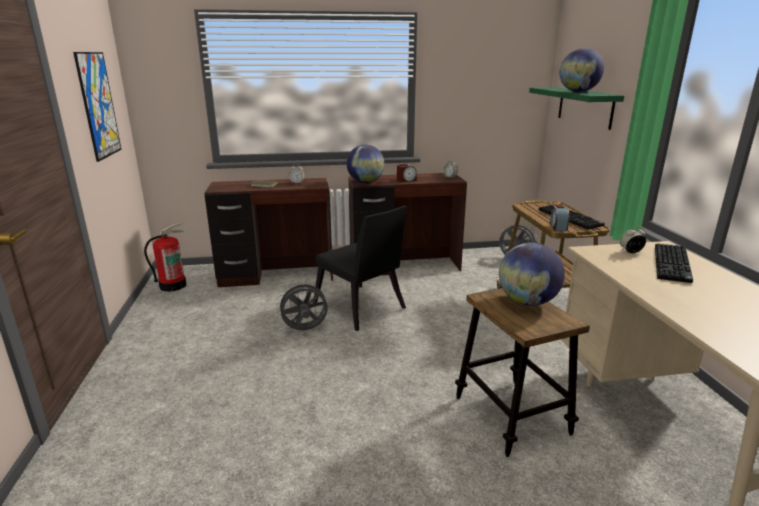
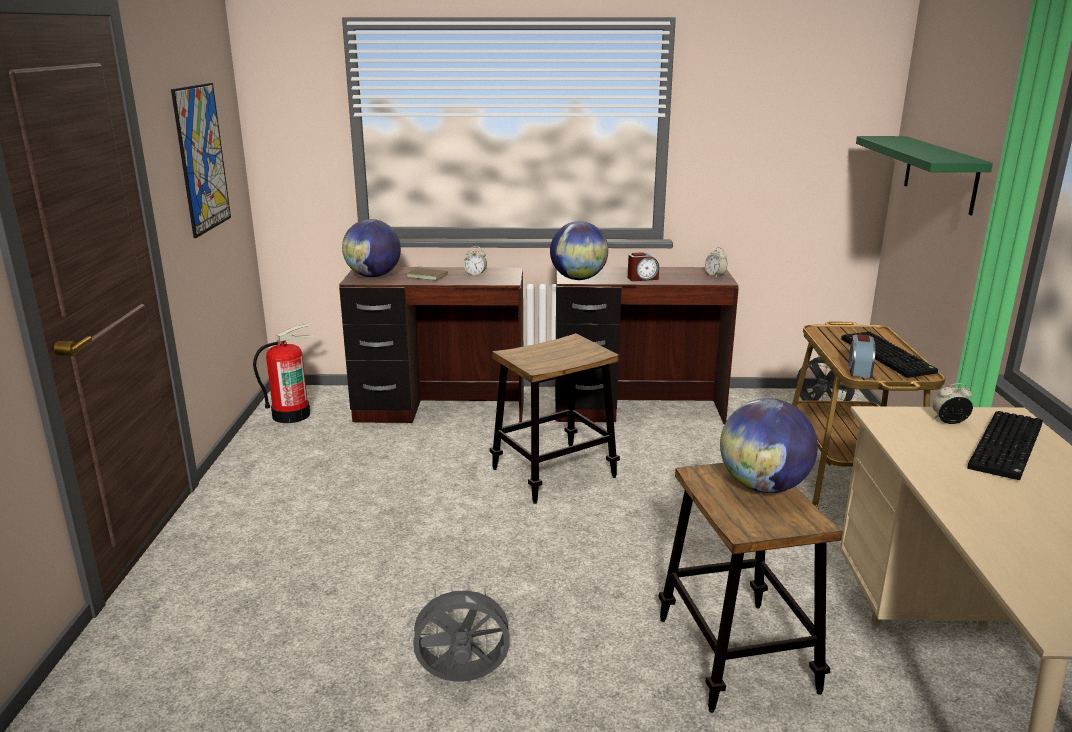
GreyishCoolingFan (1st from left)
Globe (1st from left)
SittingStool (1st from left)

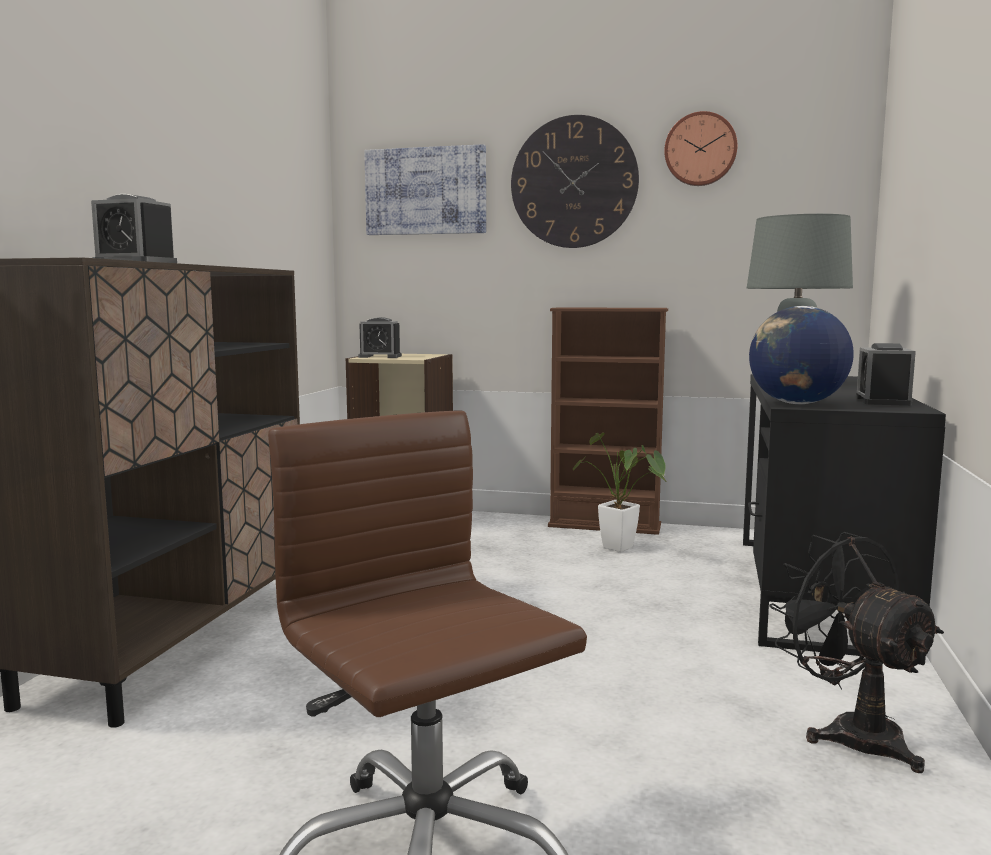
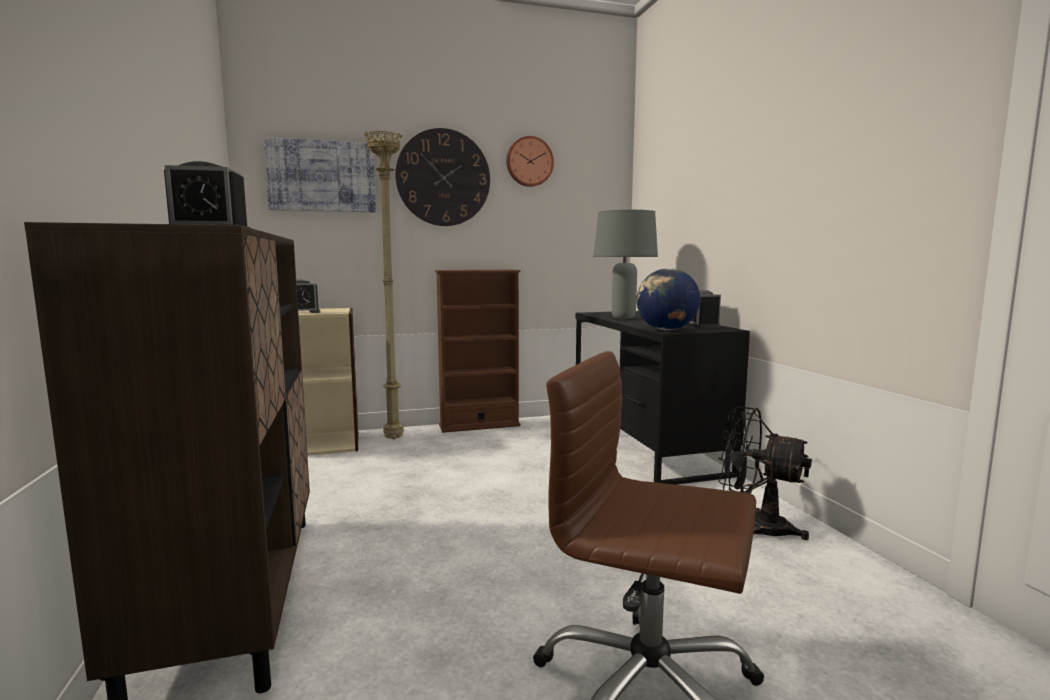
Houseplant
BeigeStandingLamp

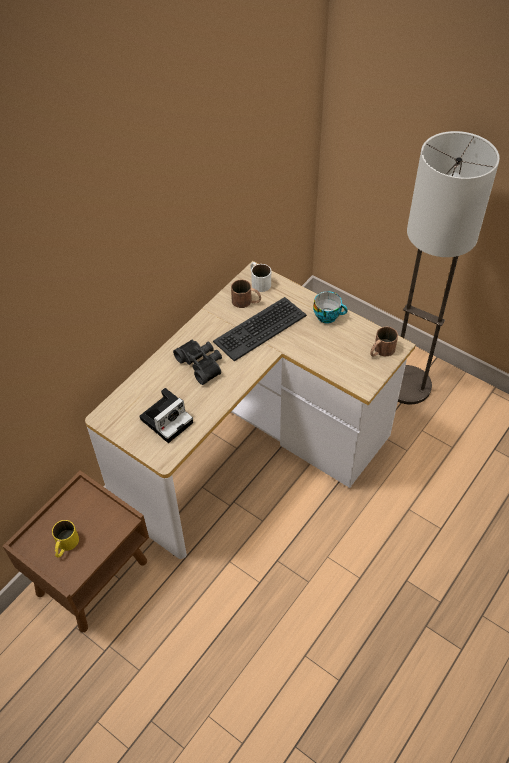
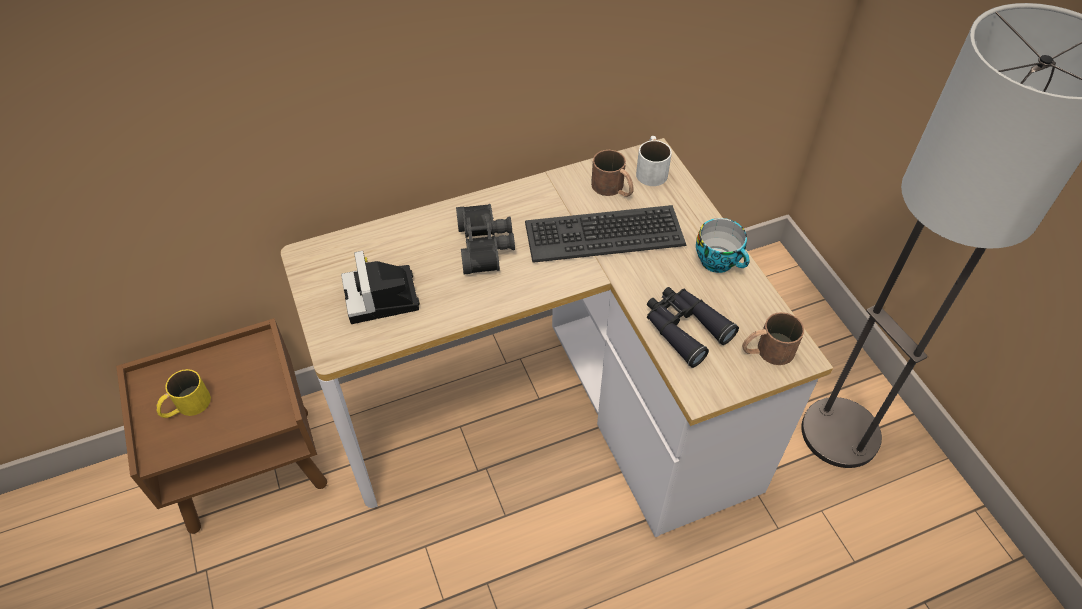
BlackFieldGlasses (2nd from left)
PhotoCamera

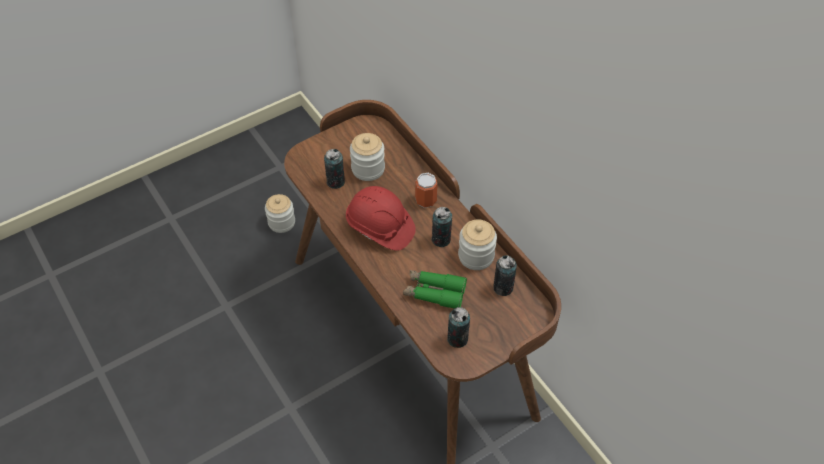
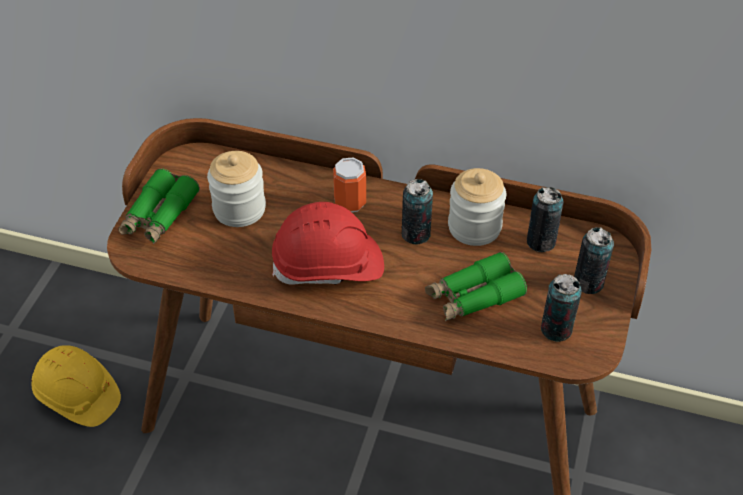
GreenColouredFieldGlasses (1st from left)
SealedCan (5th from left)
YellowishWorkHelmet

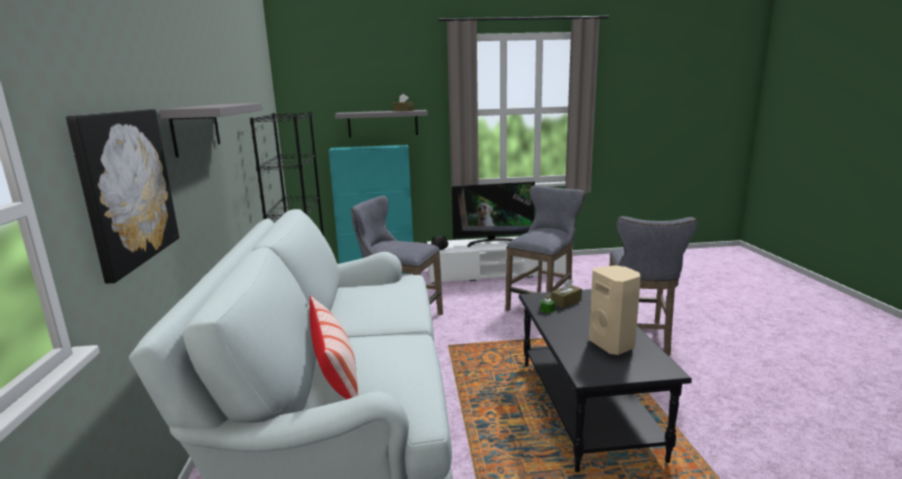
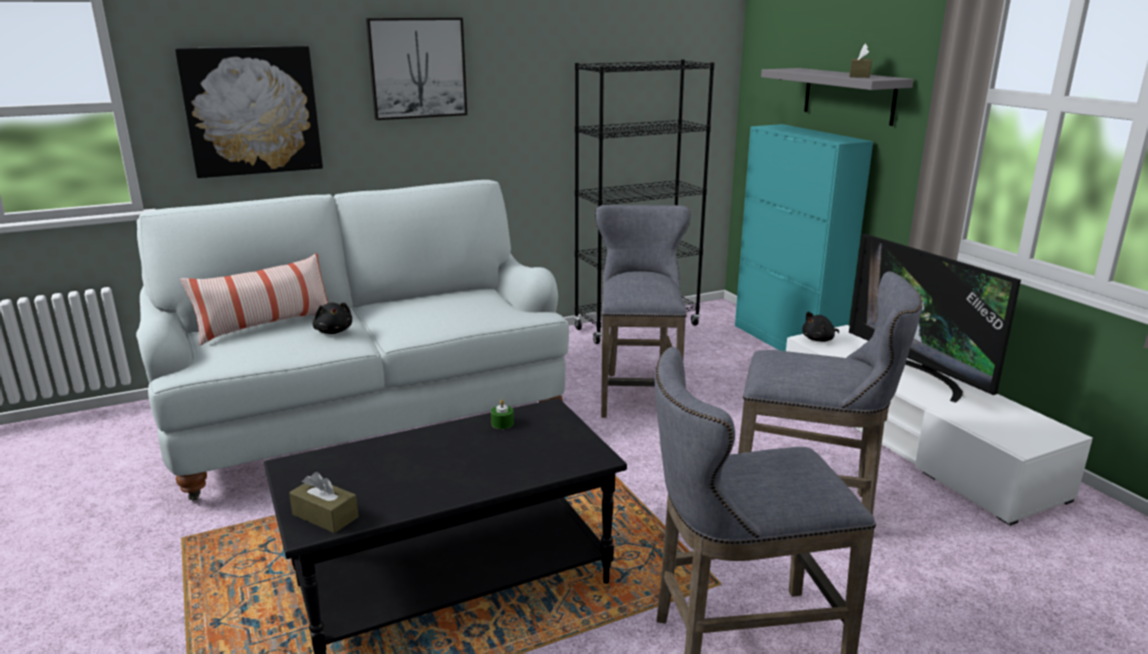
BeigeAudioSpeaker
BlackPlushToy (1st from left)
BrownTissueBox (1st from left)
WallArt (2nd from left)

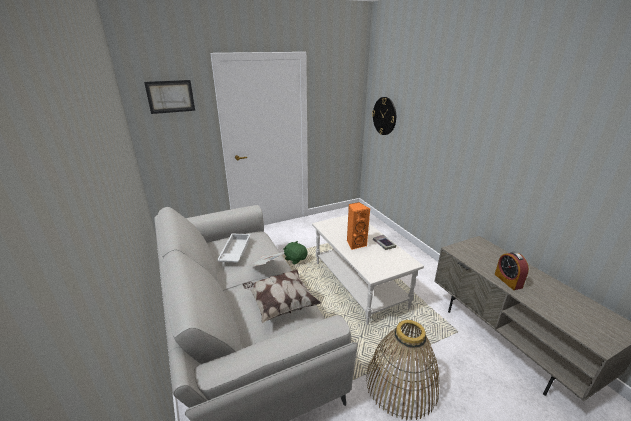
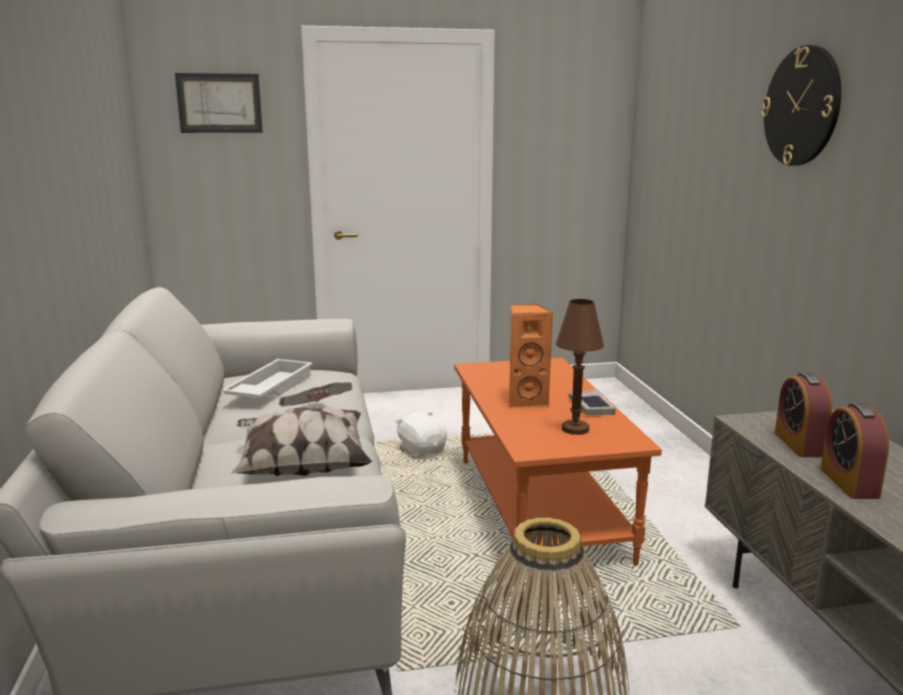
BrownLampForATable
TableClock (1st from left)
ClockOnTheWall
WhitePlushToy
OrangeyLoungeTable

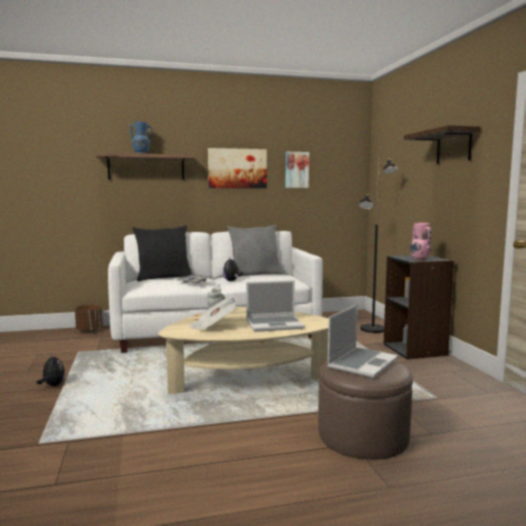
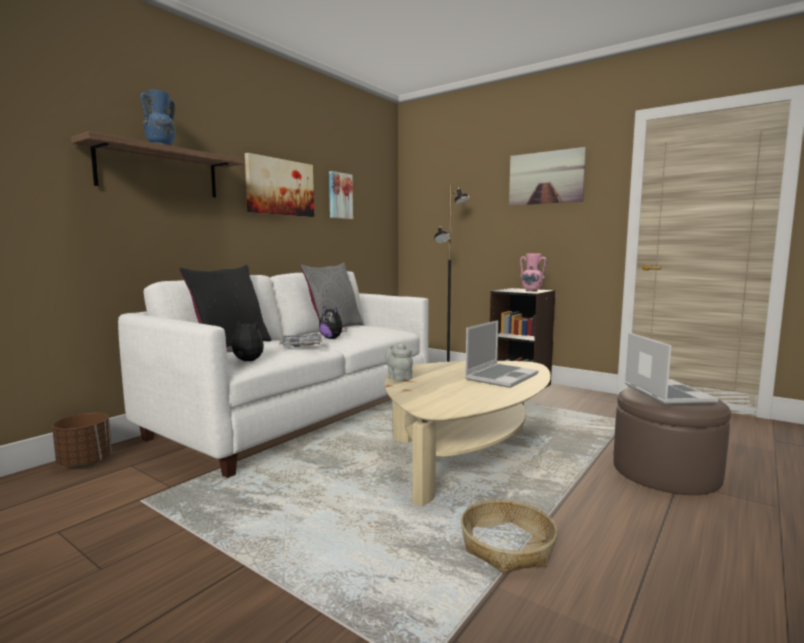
PrintedPaper
Basket
PlushToy (1st from left)
WallArt (3rd from left)

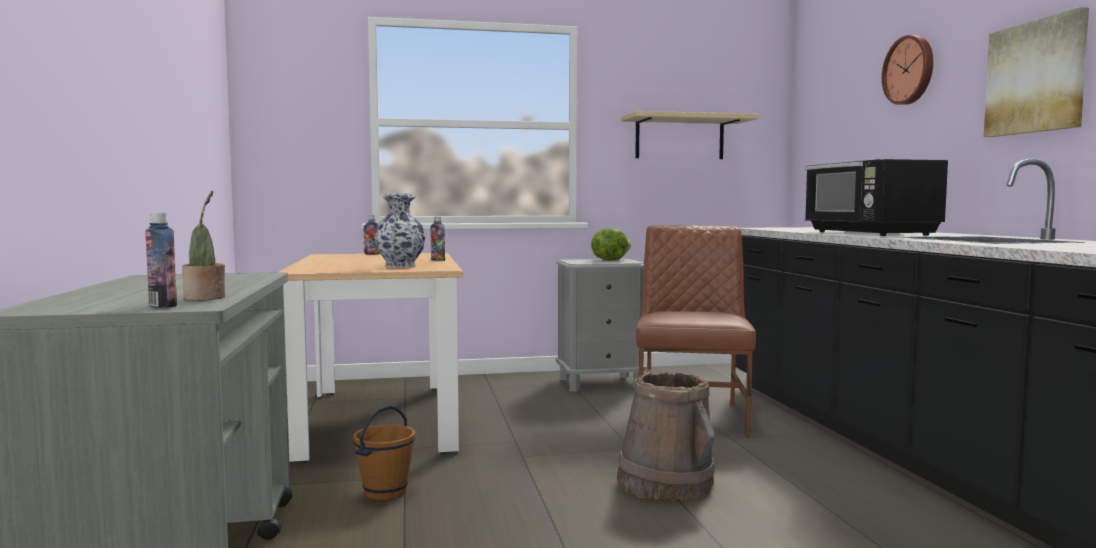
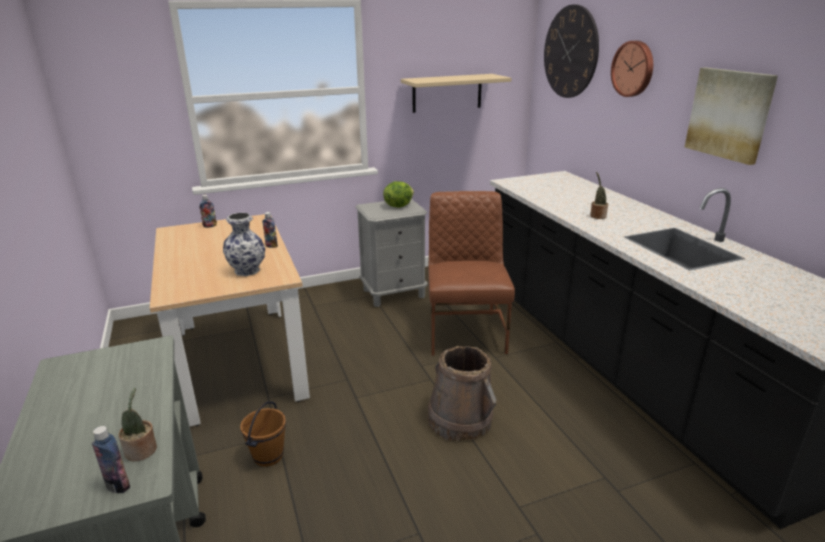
ClockOnTheWall (1st from left)
Houseplant (2nd from left)

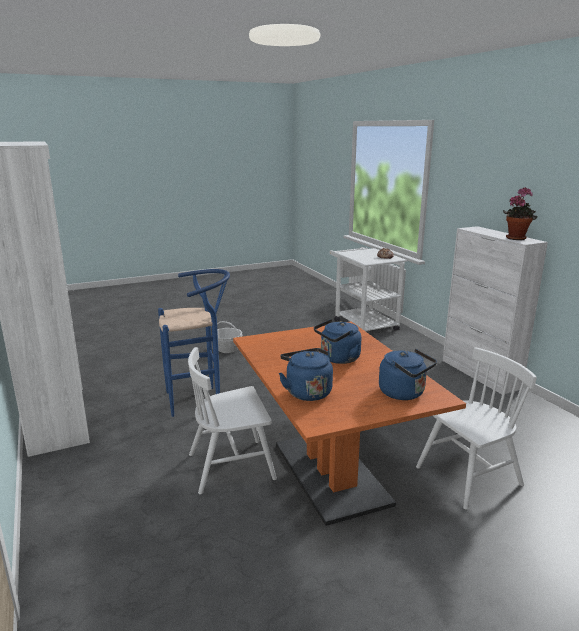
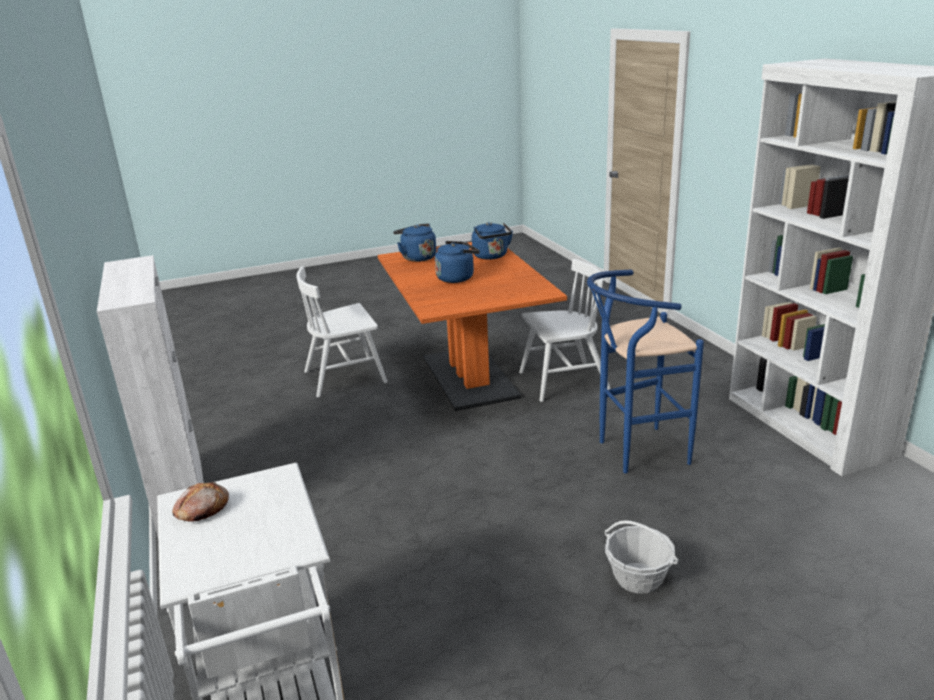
Houseplant

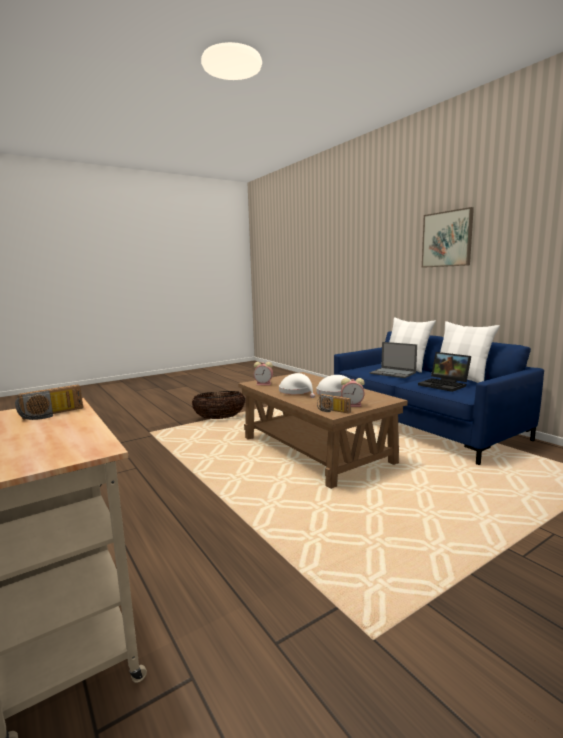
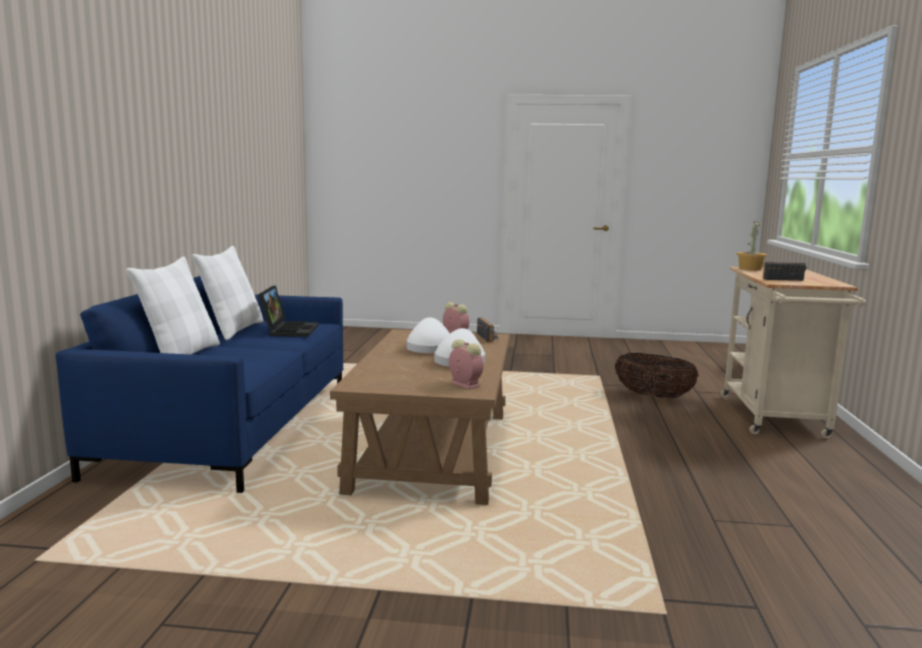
Laptop (1st from left in the first image)
WallArt
Houseplant
Basket

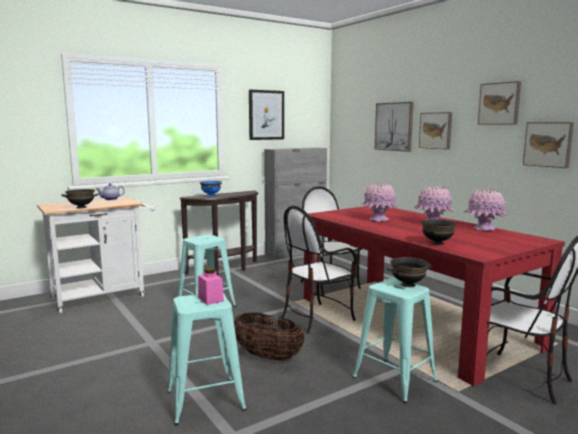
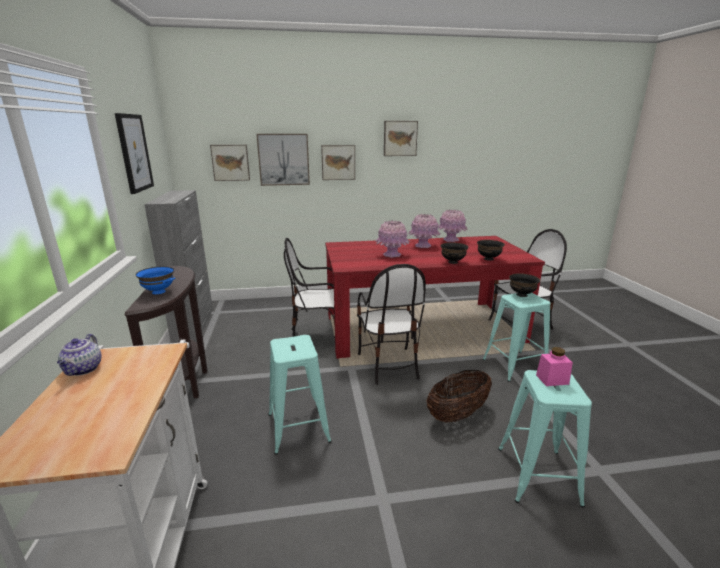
BlackDeepDish (1st from left)
WallArt (2nd from left)

